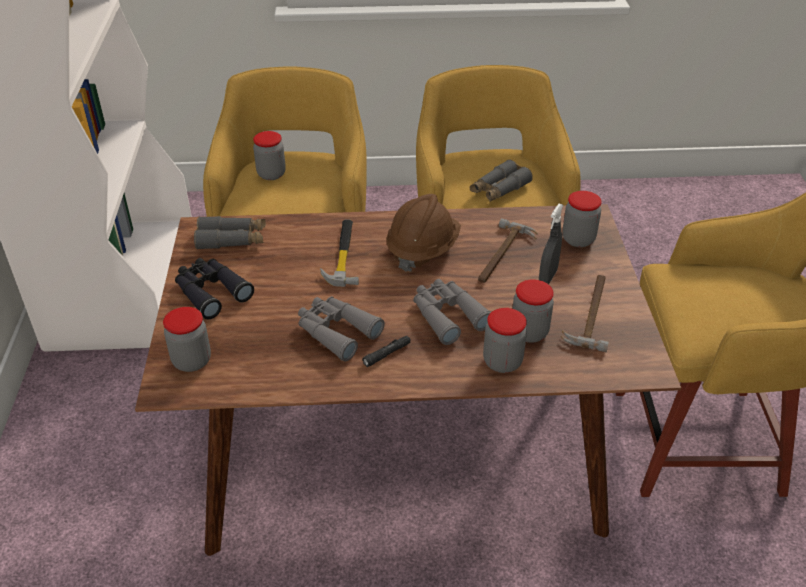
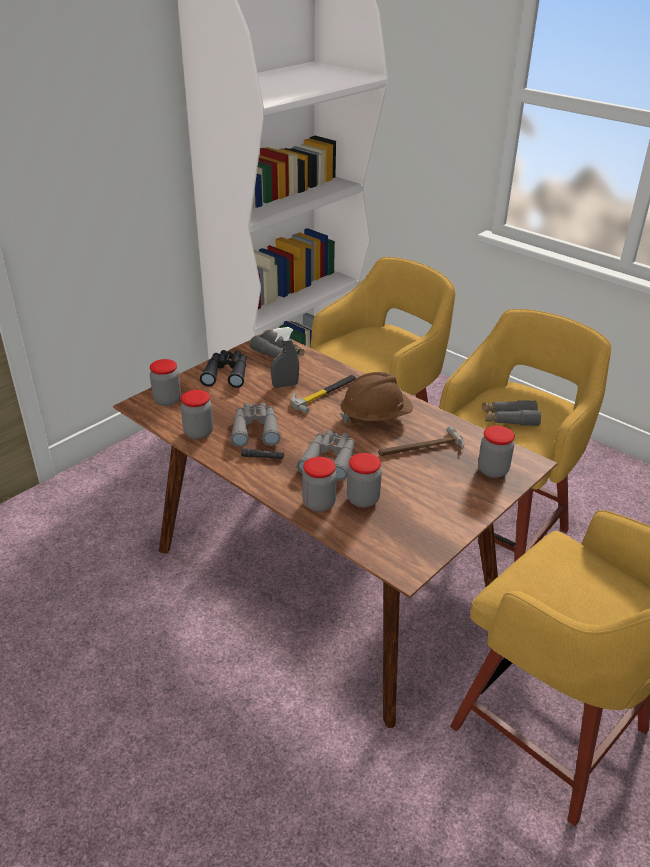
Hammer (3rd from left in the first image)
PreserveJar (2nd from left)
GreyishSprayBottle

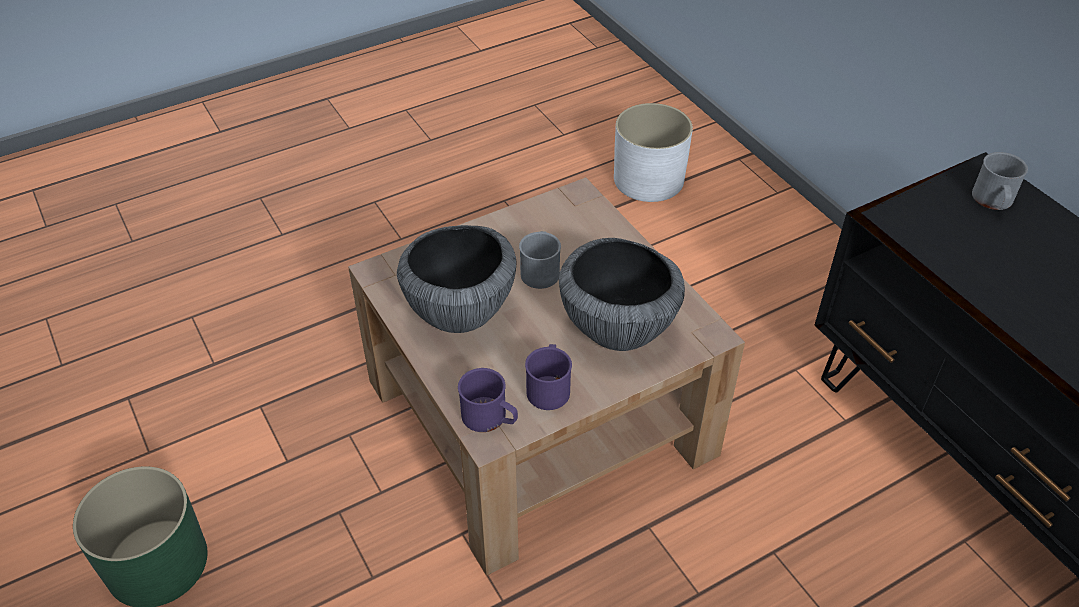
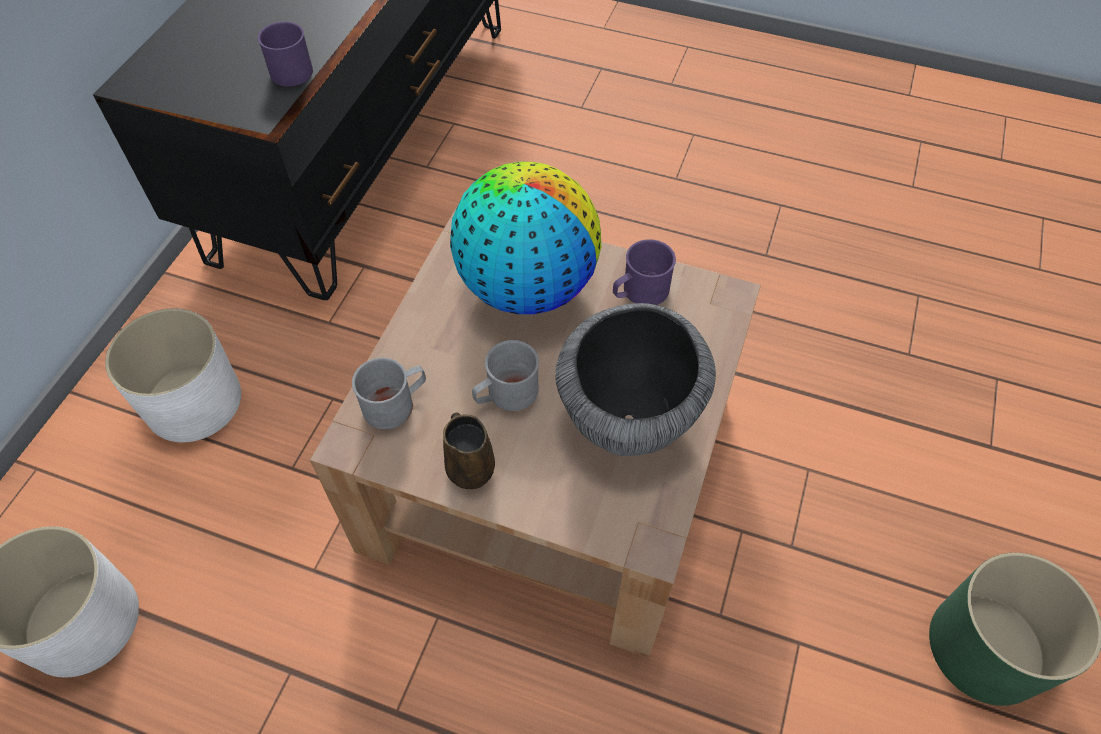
WhiteFlowerPot (2nd from left)
BrownMug
PurpleMug (1st from left)
GreyishMug (1st from left)
Globe

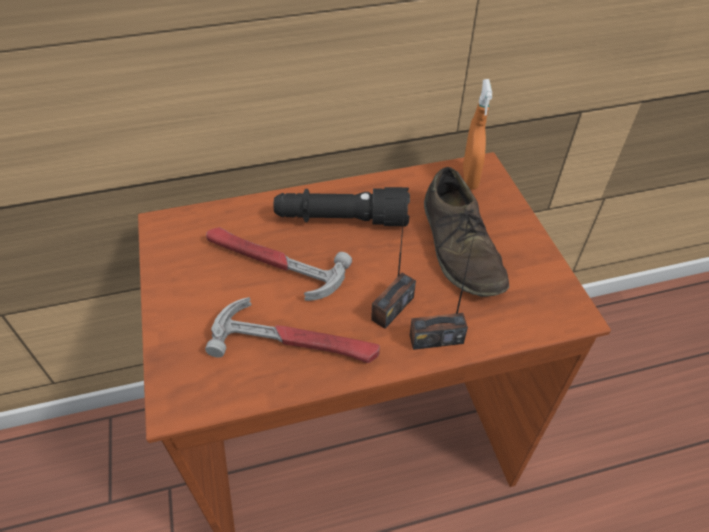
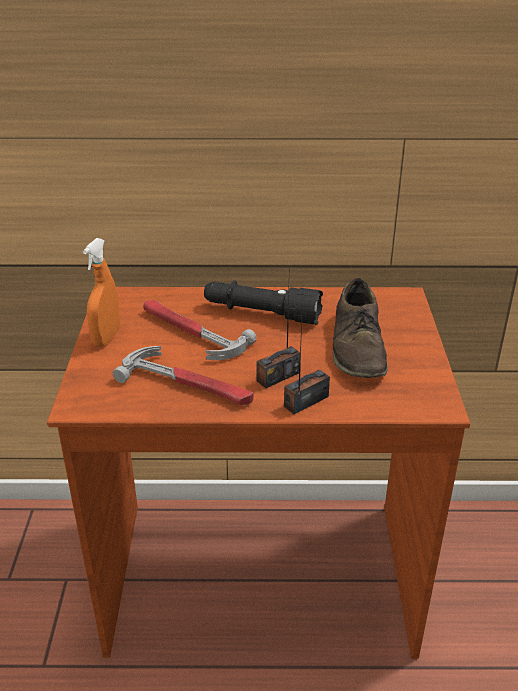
OrangeySprayBottle
Radio (2nd from left)

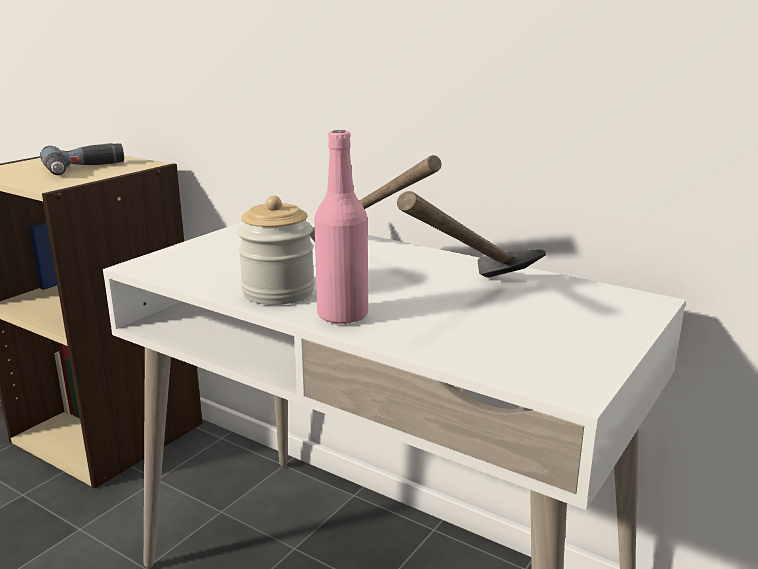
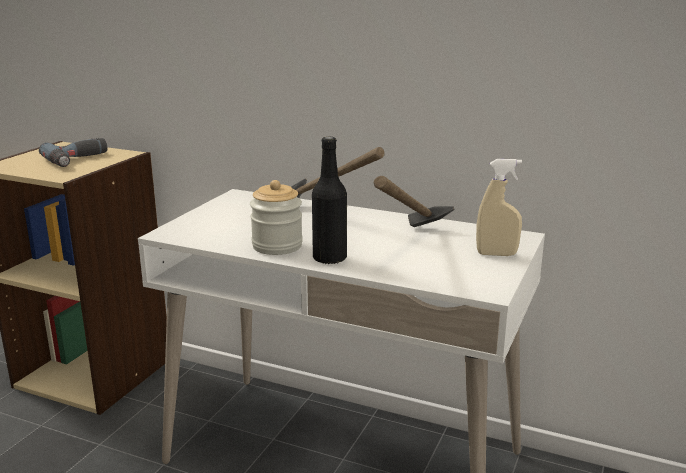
BeigeSprayBottle
BlackBeverageBottle

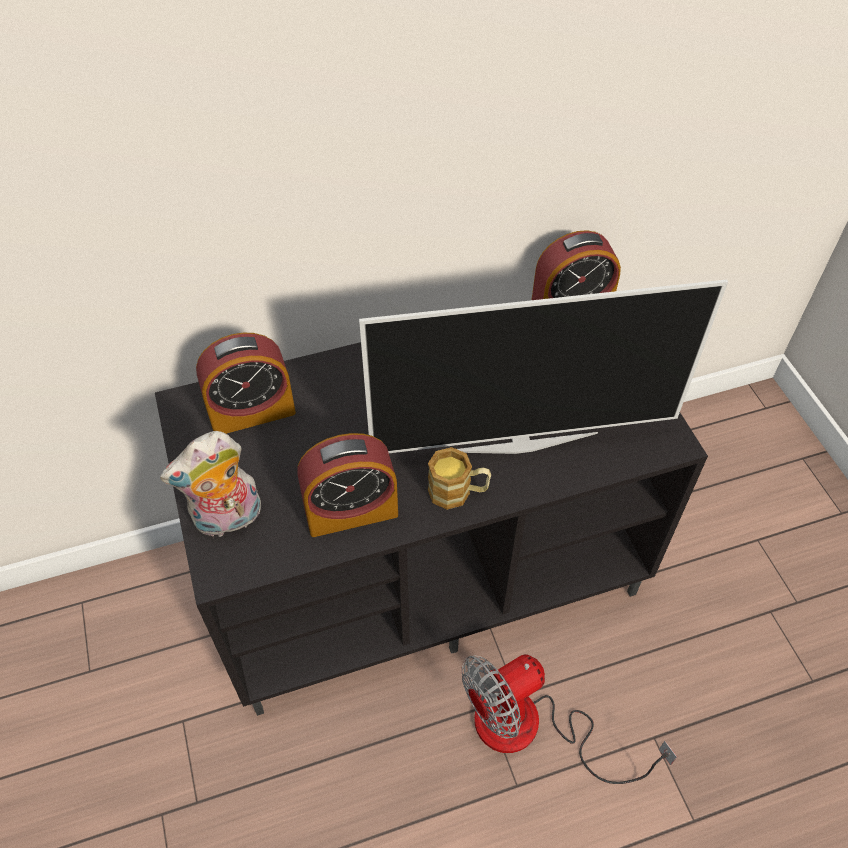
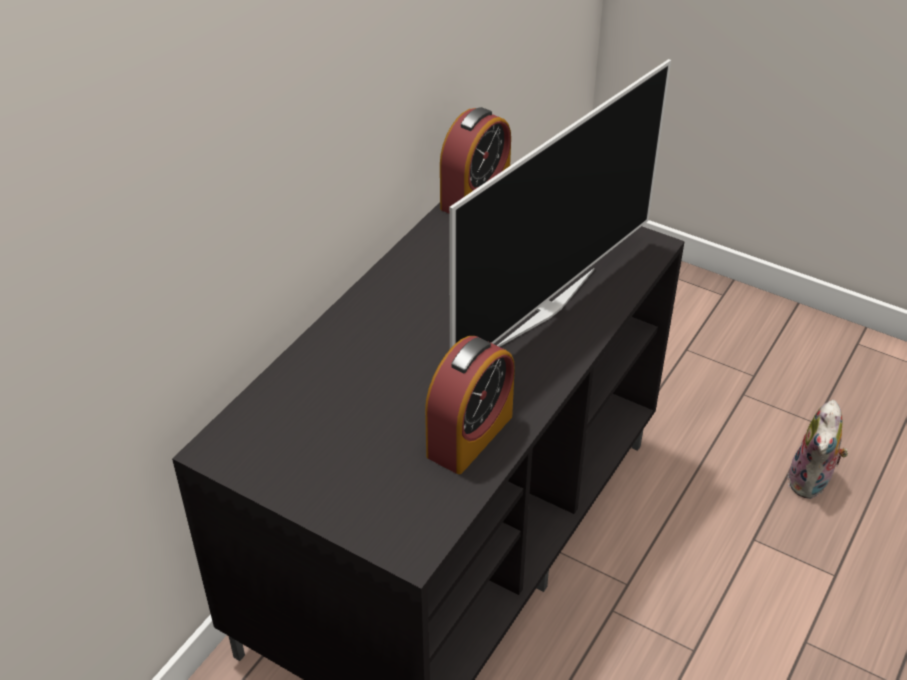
TableClock (1st from left in the first image)
Mug
CoolingFan
PlushToy

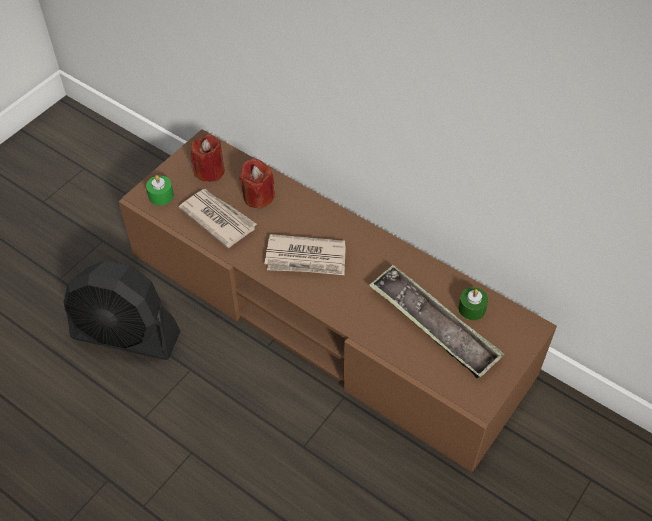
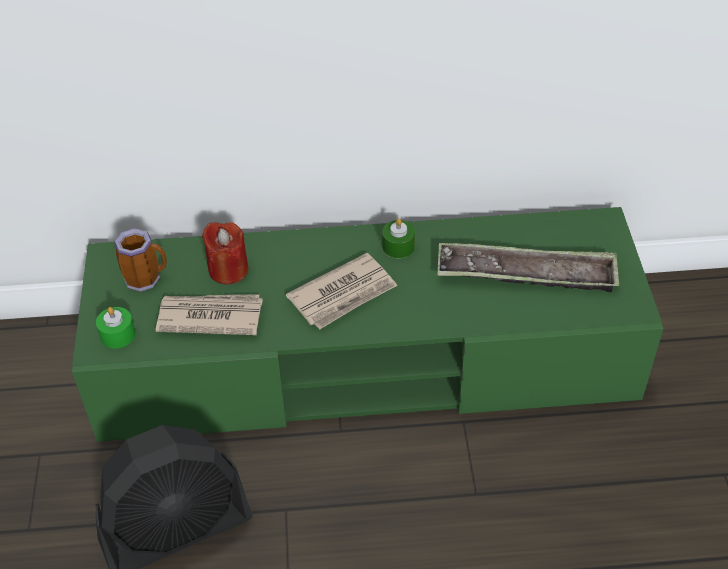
GreenColouredWaxLight (2nd from left)
Mug
GreenColouredMediaConsole

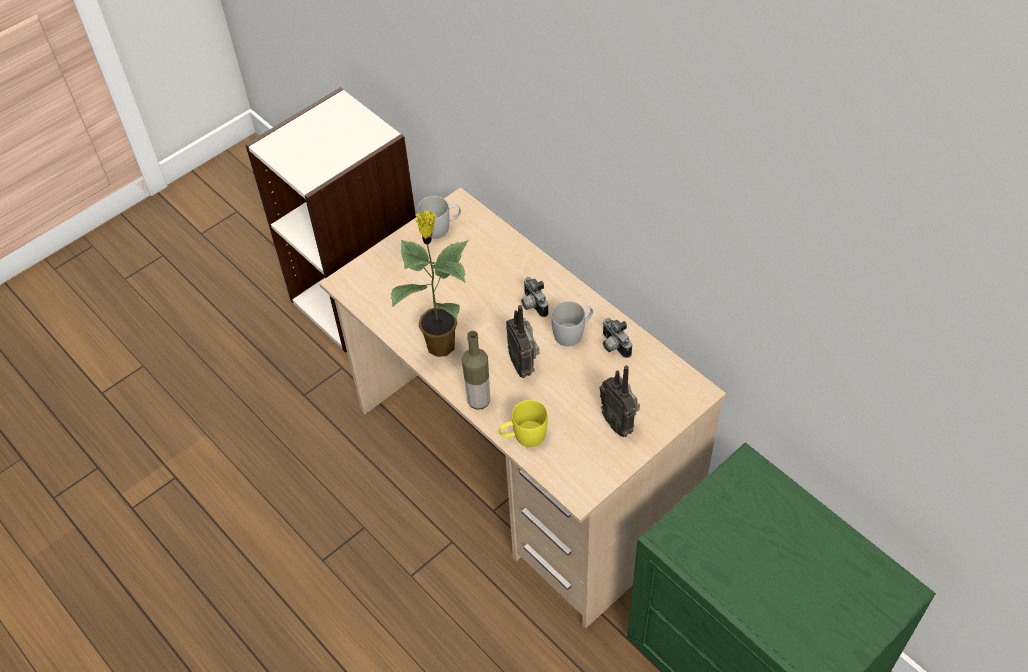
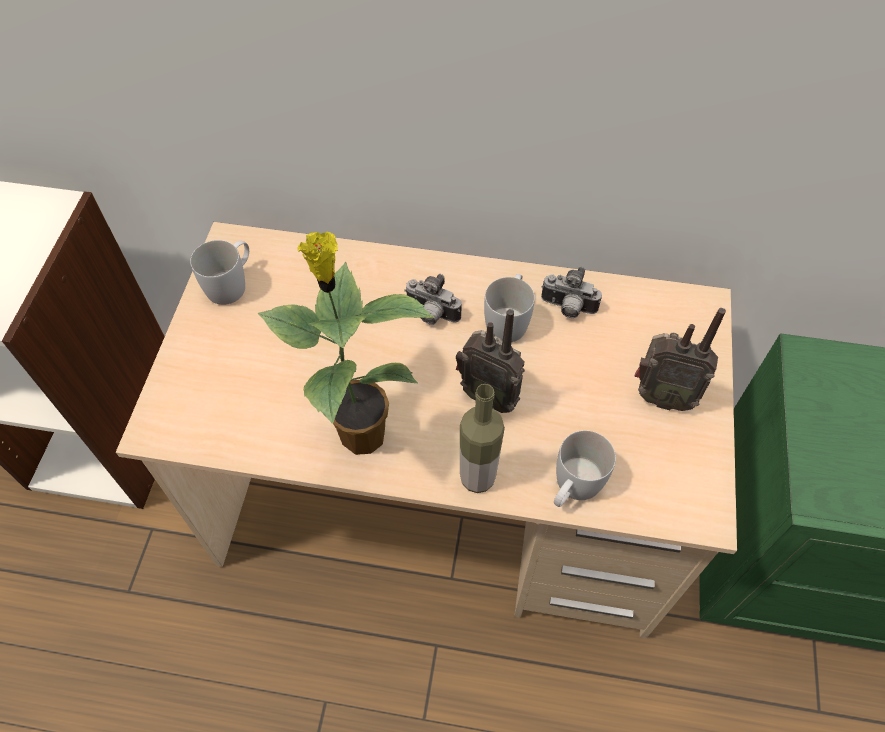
WhiteMug (3rd from left)

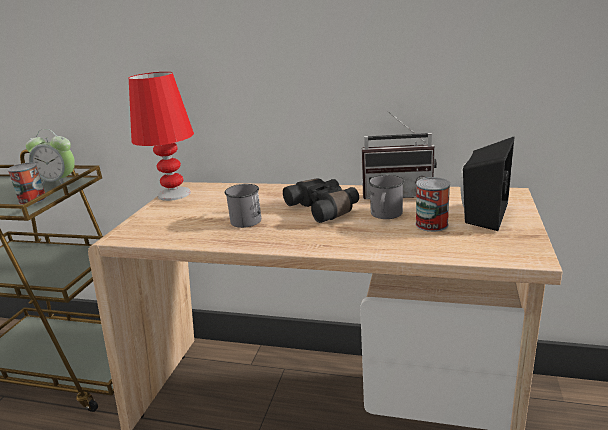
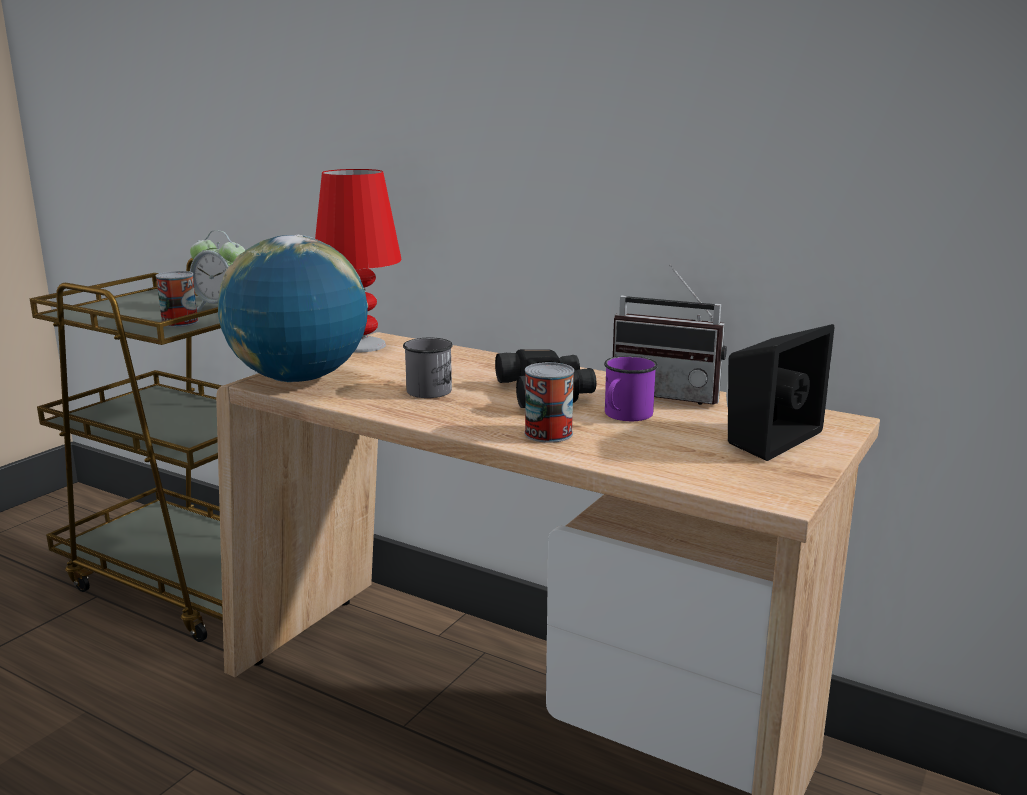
Globe
SealedCan (2nd from left)
PurpleMug

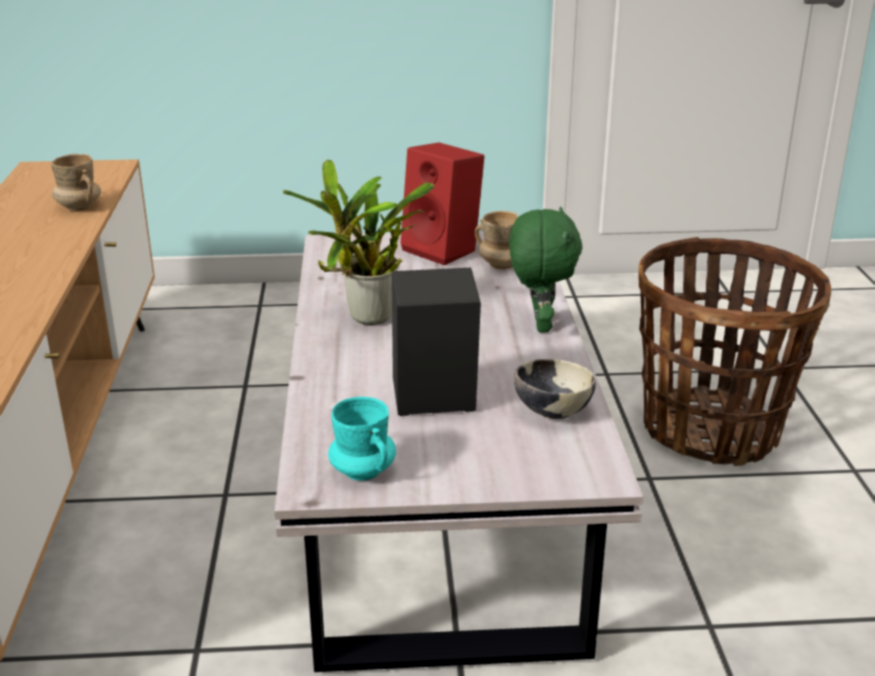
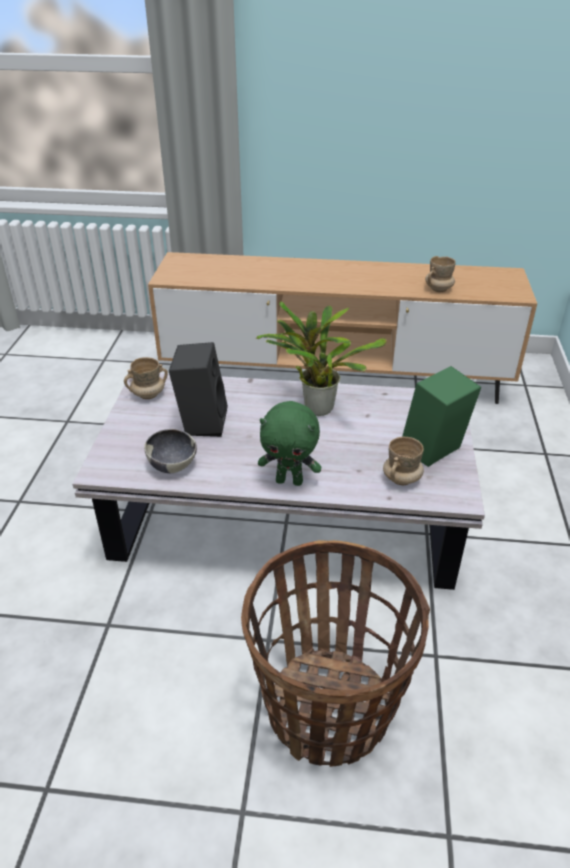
BeigeMug (1st from left)
GreenColouredAudioSpeaker

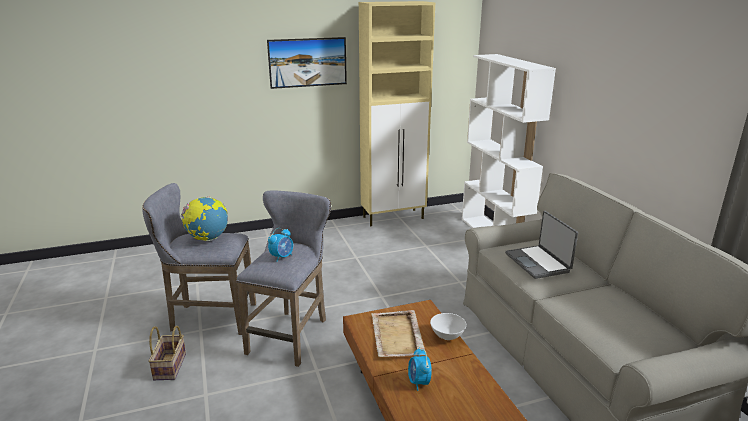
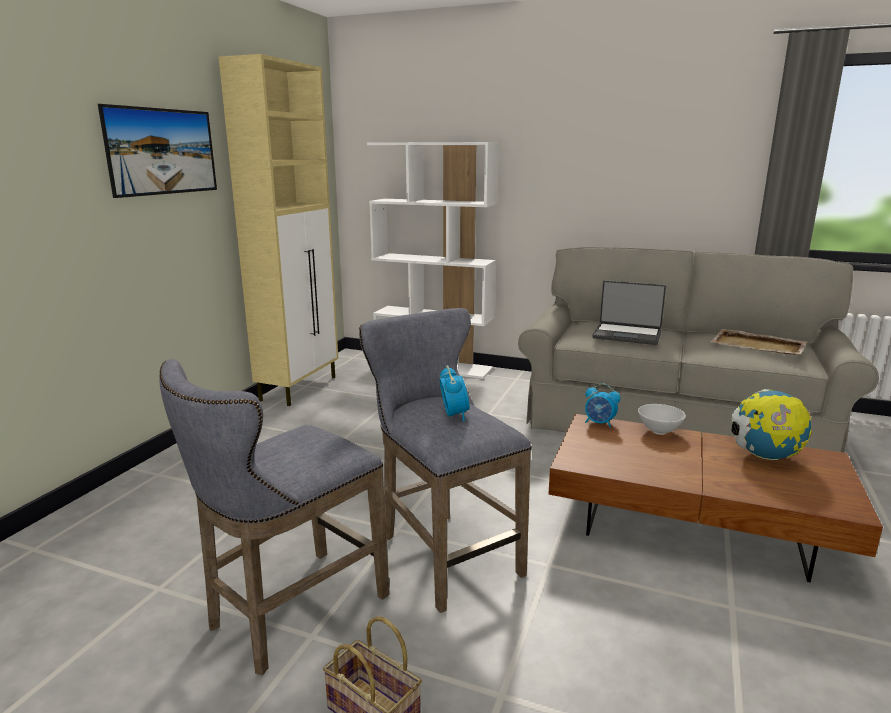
Globe
BeigeTray
TableClock (2nd from left)

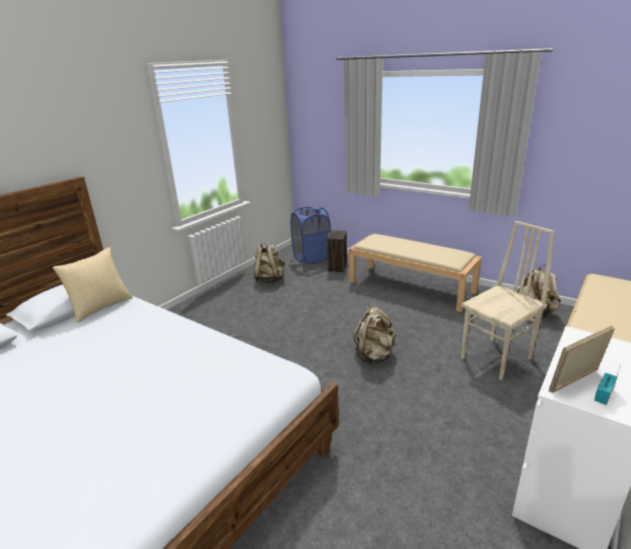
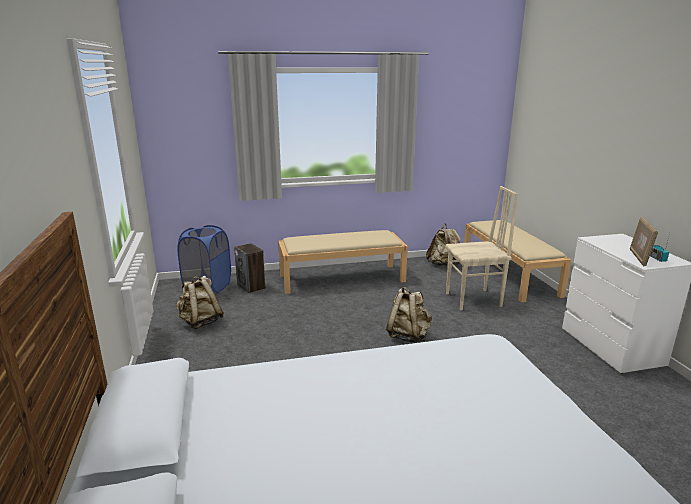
Pillow
BeigeChair

